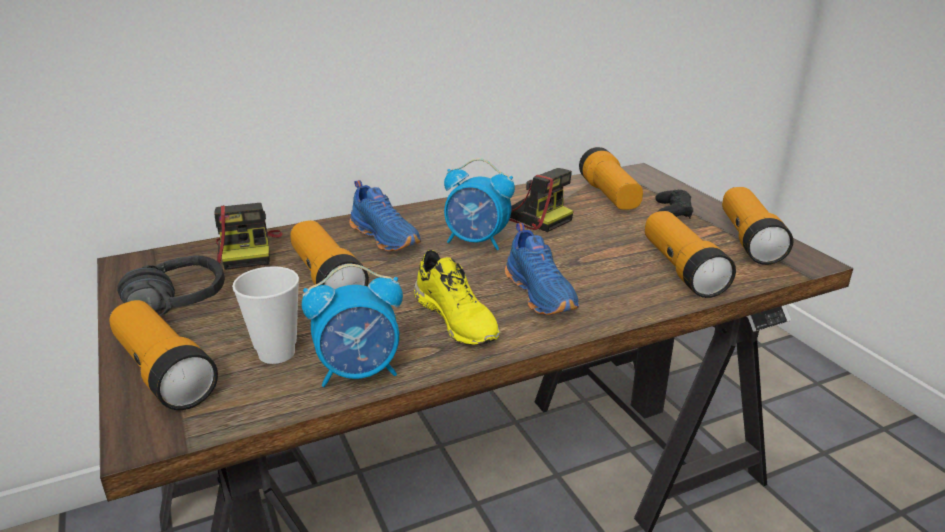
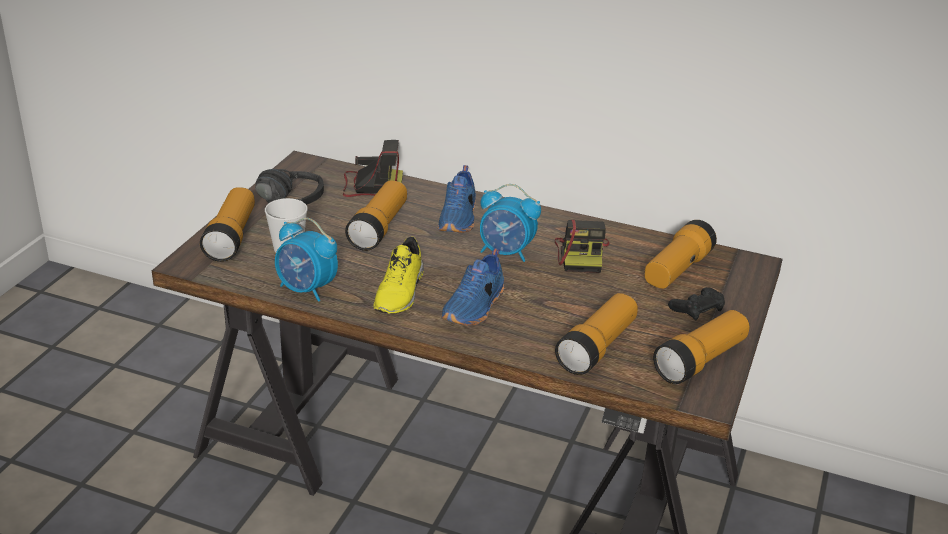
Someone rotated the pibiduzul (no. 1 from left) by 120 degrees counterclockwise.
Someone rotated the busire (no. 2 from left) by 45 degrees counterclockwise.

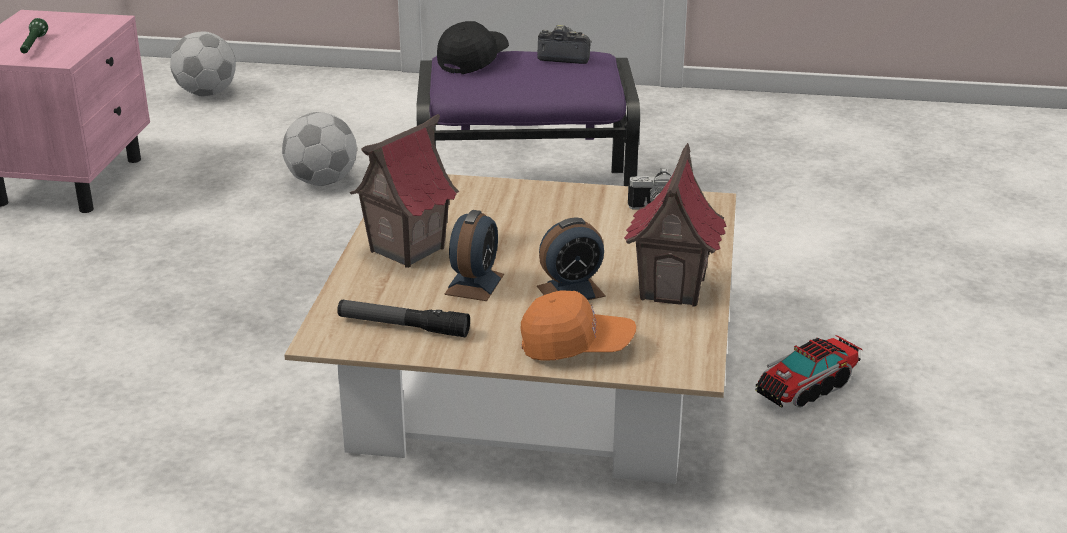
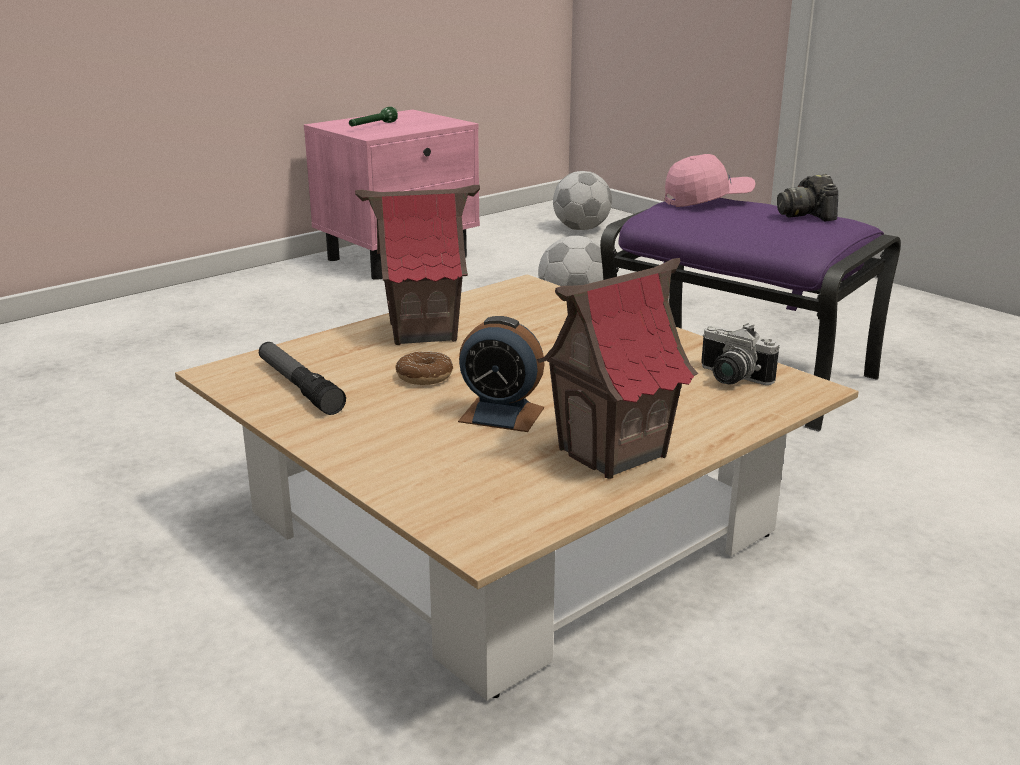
Someone repainted the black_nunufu, which became the pink_nunufu.
Someone swapped the busire (no. 1 from left) for the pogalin.
Someone took away the orange_nunufu.
Someone rotated the pibiduzul (no. 1 from left in the first image) by 150 degrees counterclockwise.
Someone took away the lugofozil.

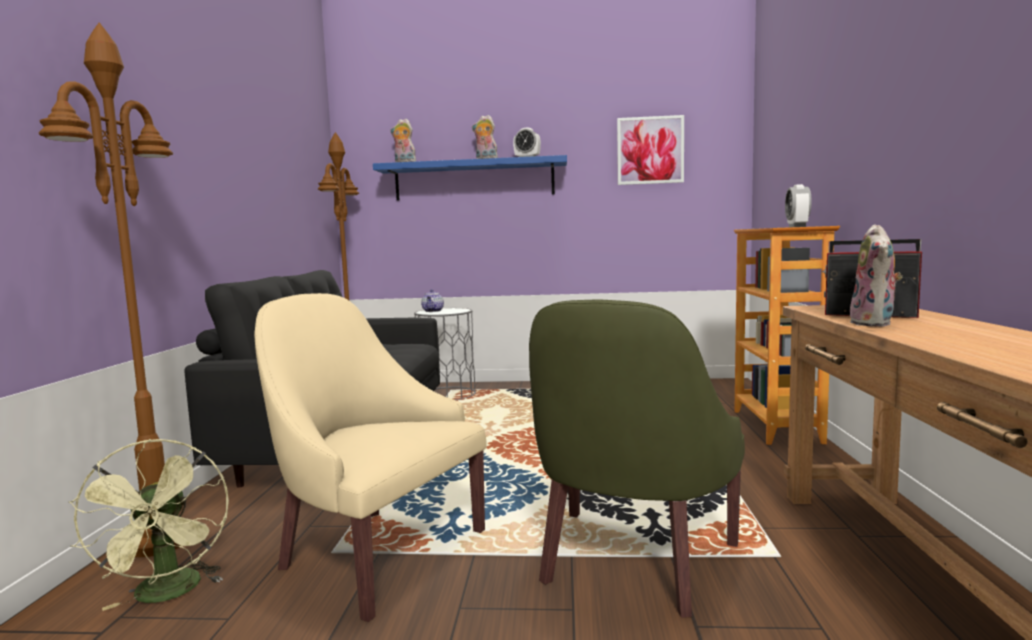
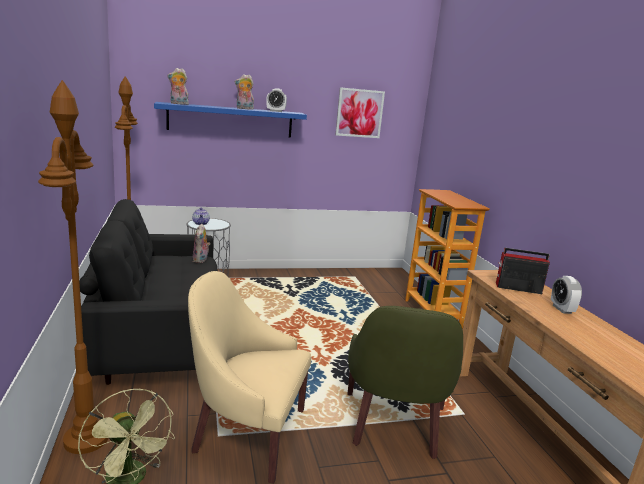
Someone carried the busire (no. 2 from left).
Someone carried the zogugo (no. 3 from left in the first image).

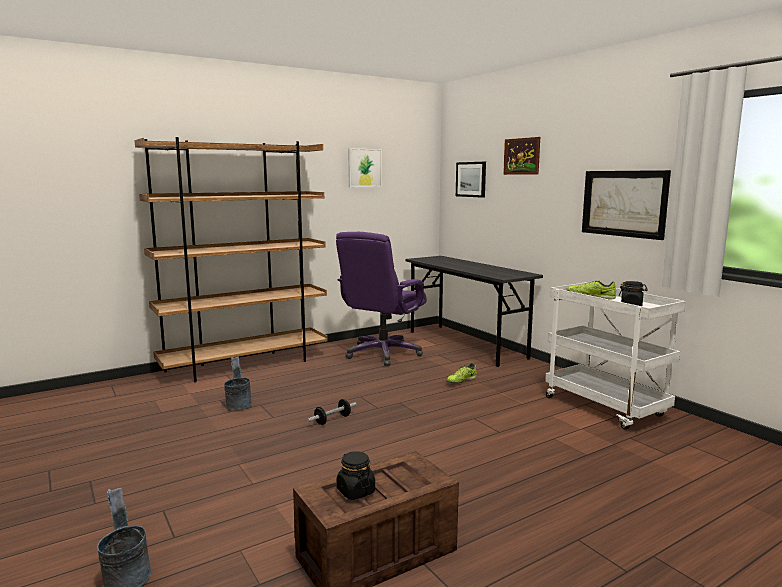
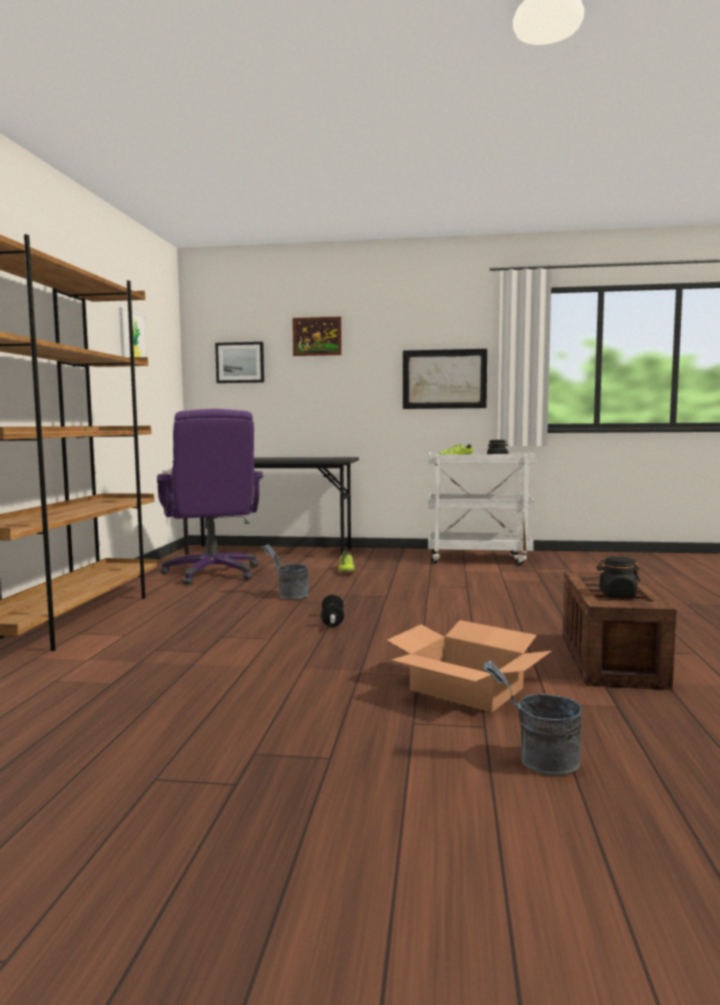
Someone carried the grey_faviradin (no. 2 from left in the first image).
Someone put down the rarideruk.

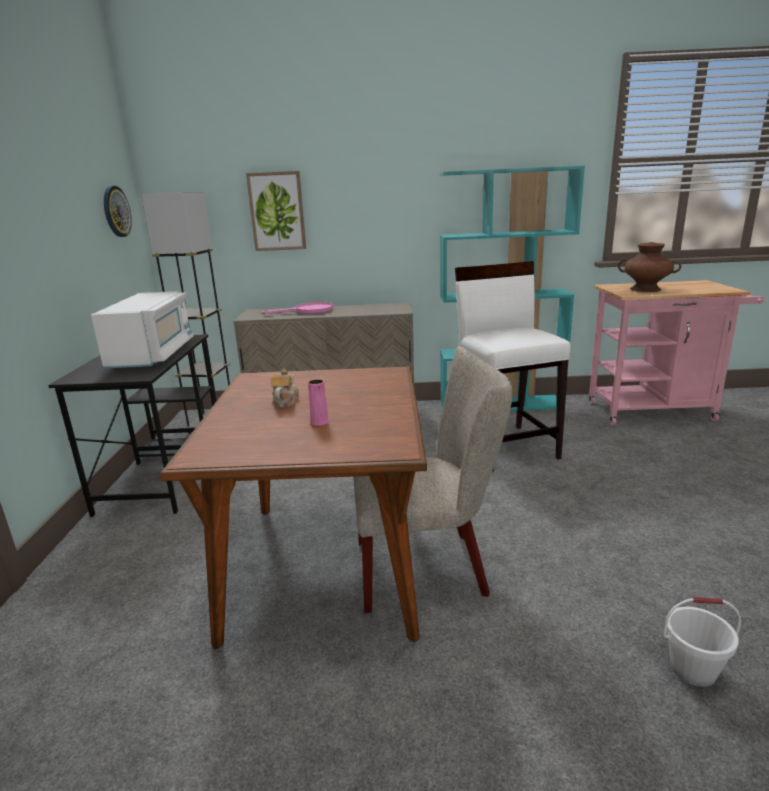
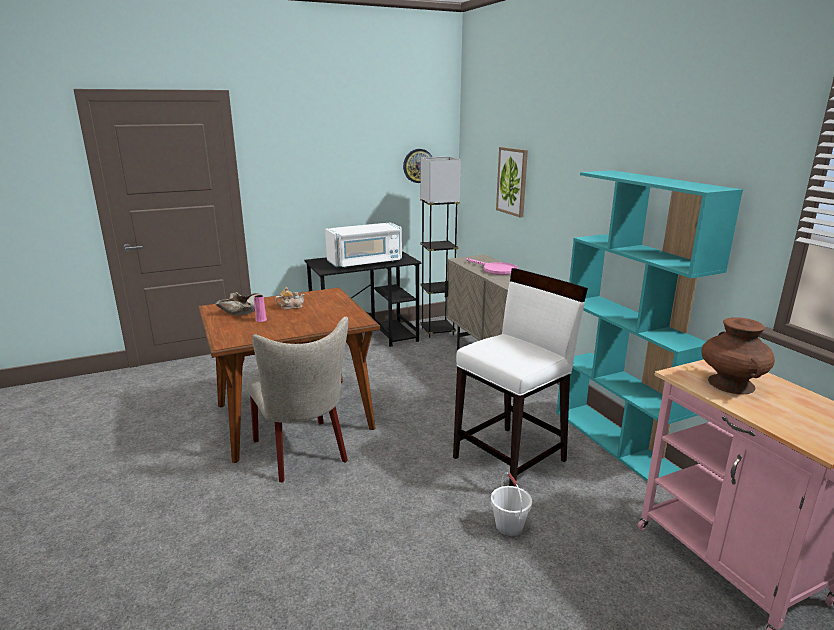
Someone carried the white_faviradin.
Someone put down the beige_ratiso.

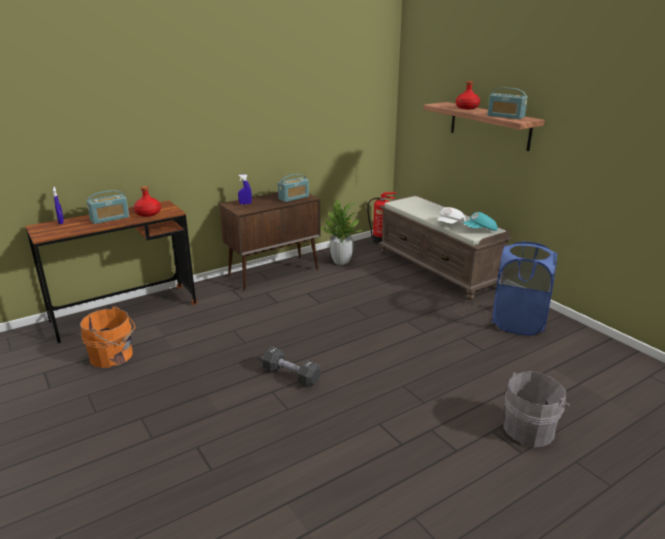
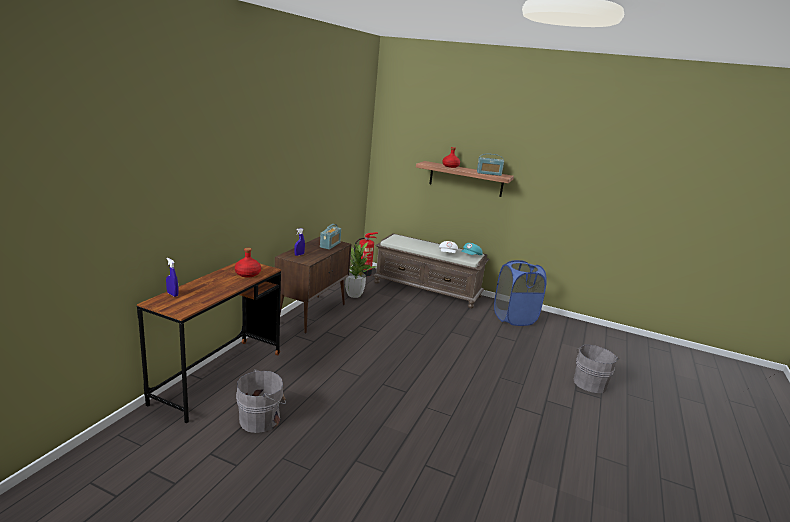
Someone repainted the orange_faviradin, which became the grey_faviradin (no. 1 from left).
Someone took away the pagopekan (no. 1 from left).
Someone took away the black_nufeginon.

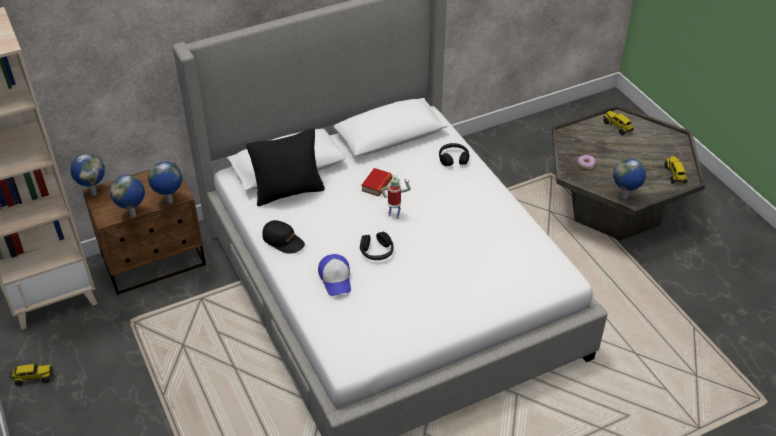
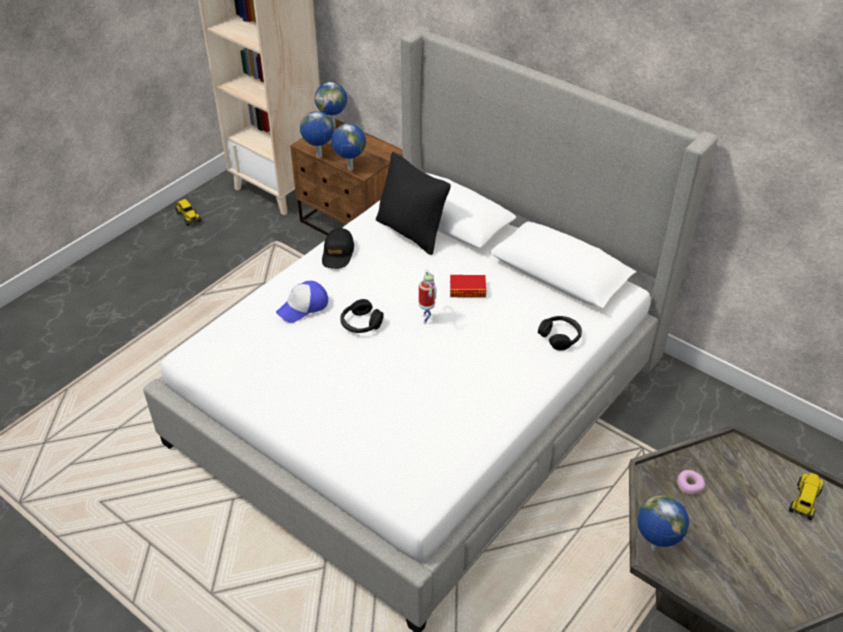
Someone took away the lugofozil (no. 3 from left).

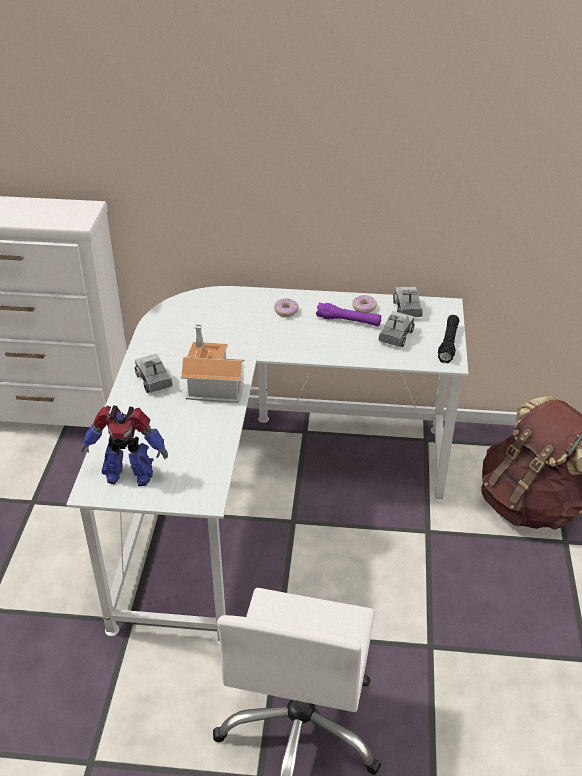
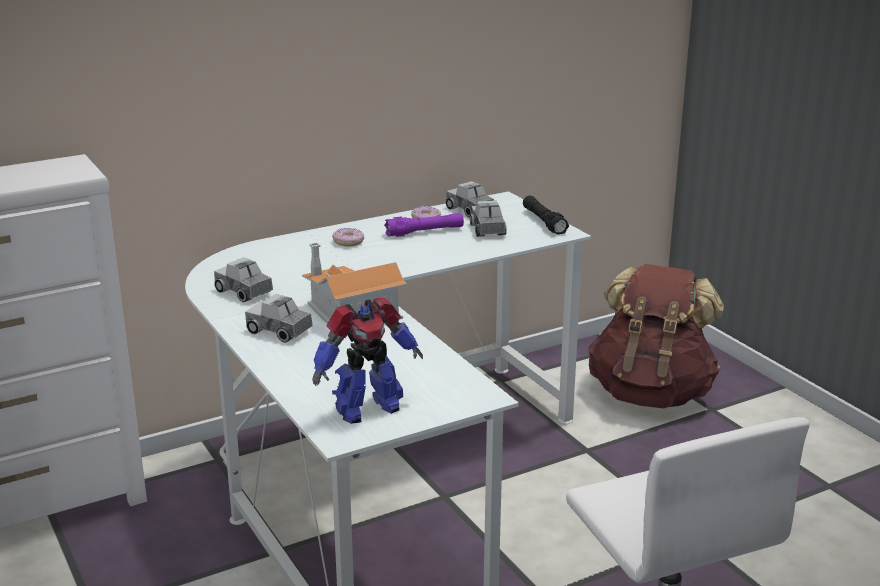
Someone put down the lugofozil (no. 1 from left).

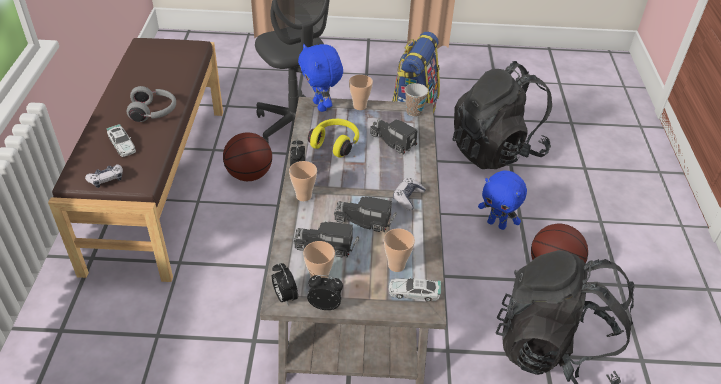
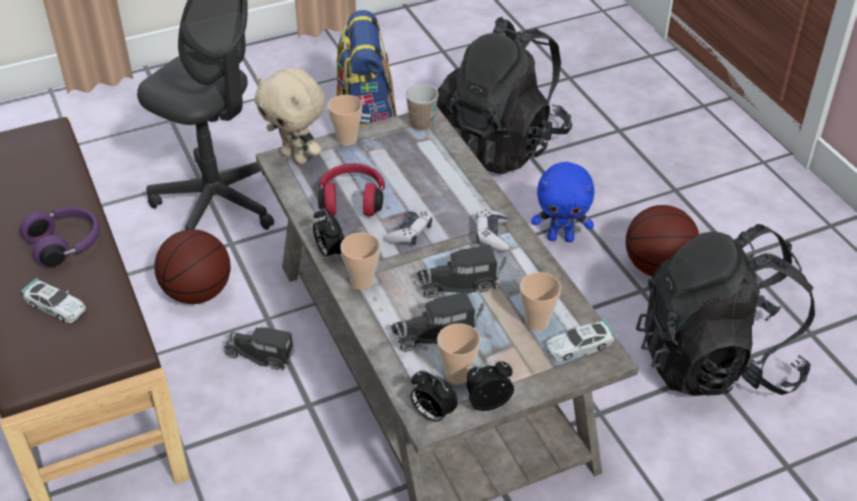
Someone carried the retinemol (no. 1 from left).
Someone repainted the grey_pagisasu, which became the purple_pagisasu.
Someone repainted the blue_zogugo (no. 1 from left), which became the beige_zogugo.
Someone repainted the yellow_pagisasu, which became the red_pagisasu.
Someone carried the lugofozil (no. 3 from left in the first image).

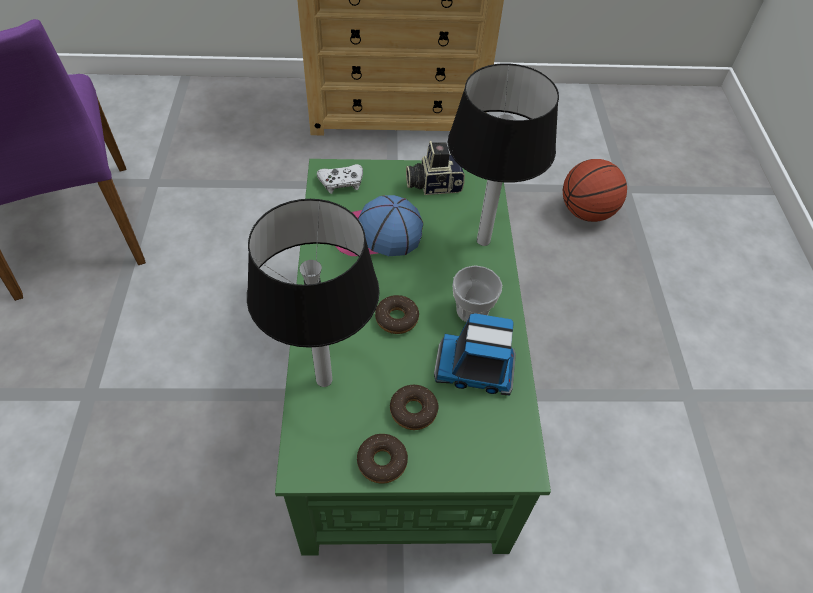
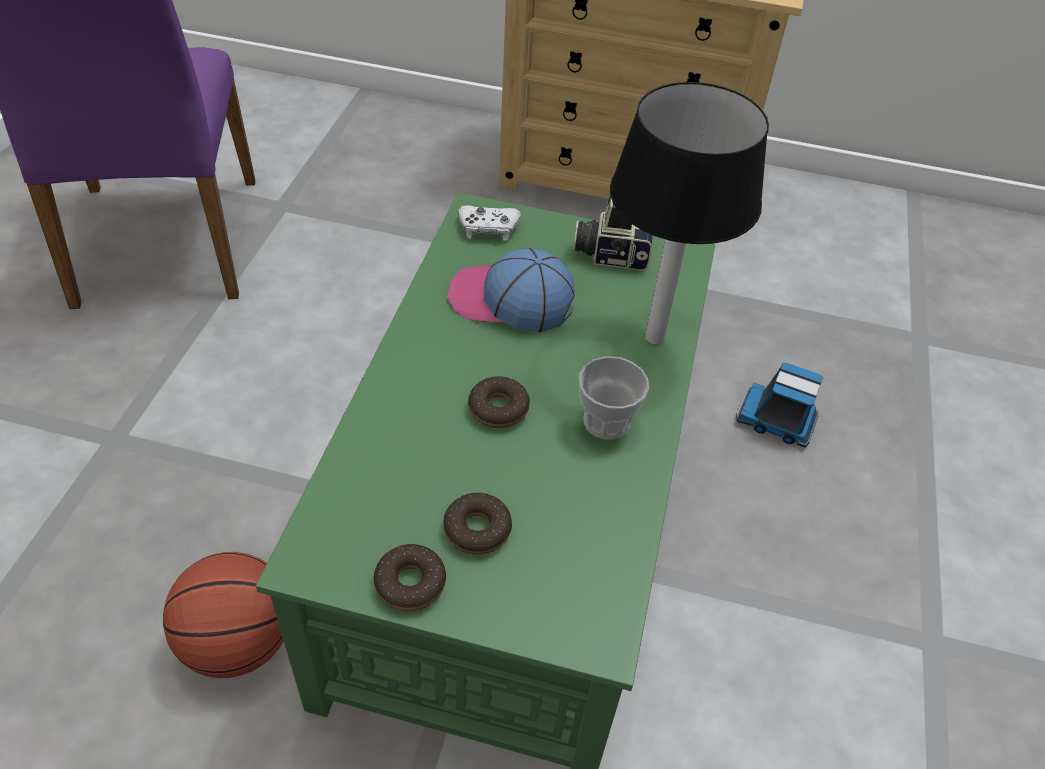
Someone took away the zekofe (no. 1 from left).
Someone carried the lugofozil.
Someone carried the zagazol.

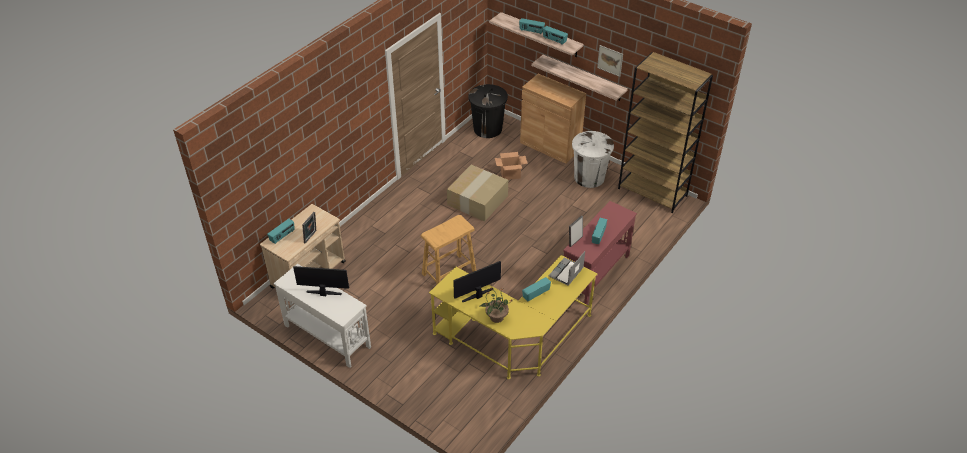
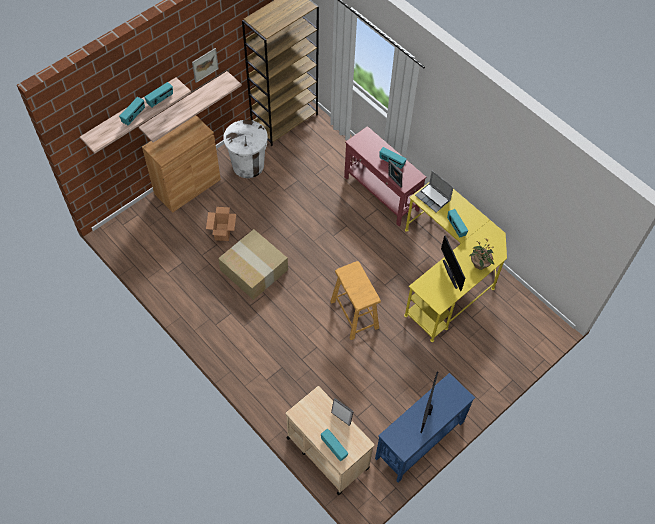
Someone repainted the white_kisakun, which became the blue_kisakun.
Someone took away the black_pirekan.

